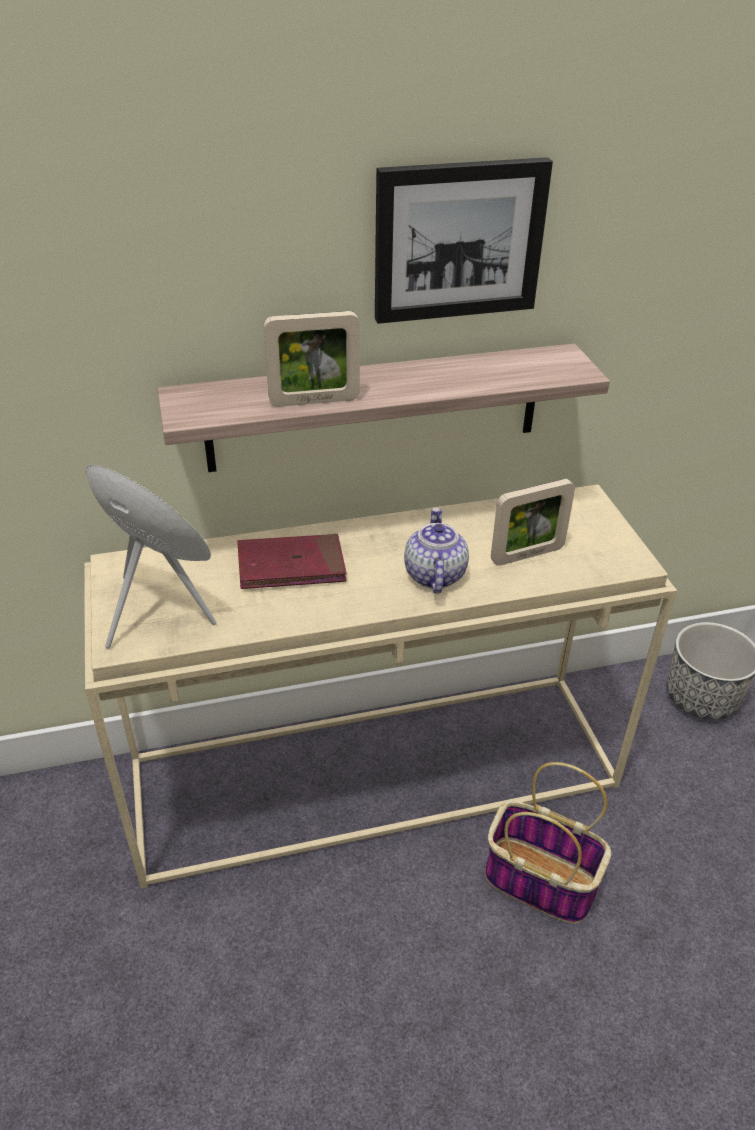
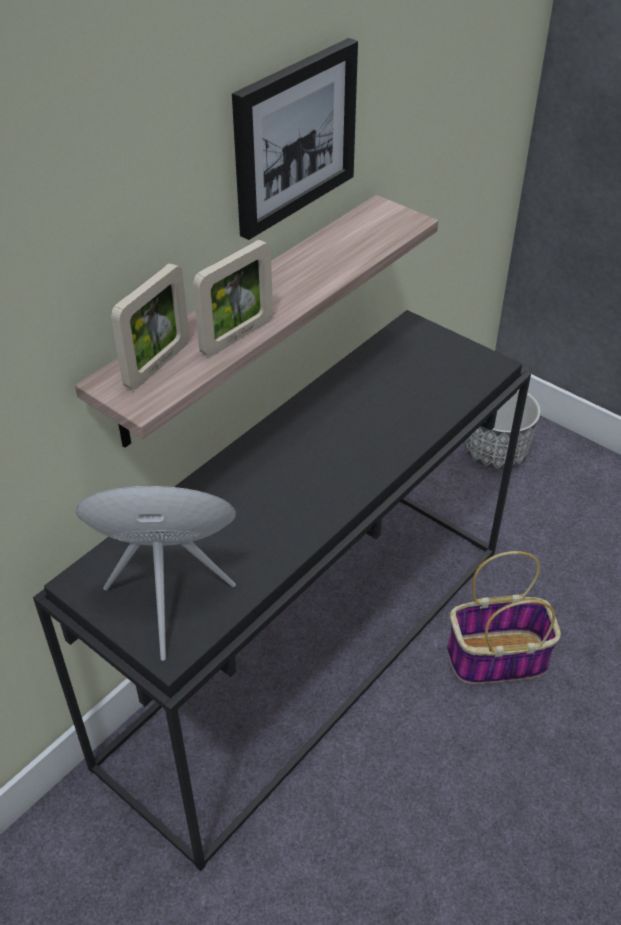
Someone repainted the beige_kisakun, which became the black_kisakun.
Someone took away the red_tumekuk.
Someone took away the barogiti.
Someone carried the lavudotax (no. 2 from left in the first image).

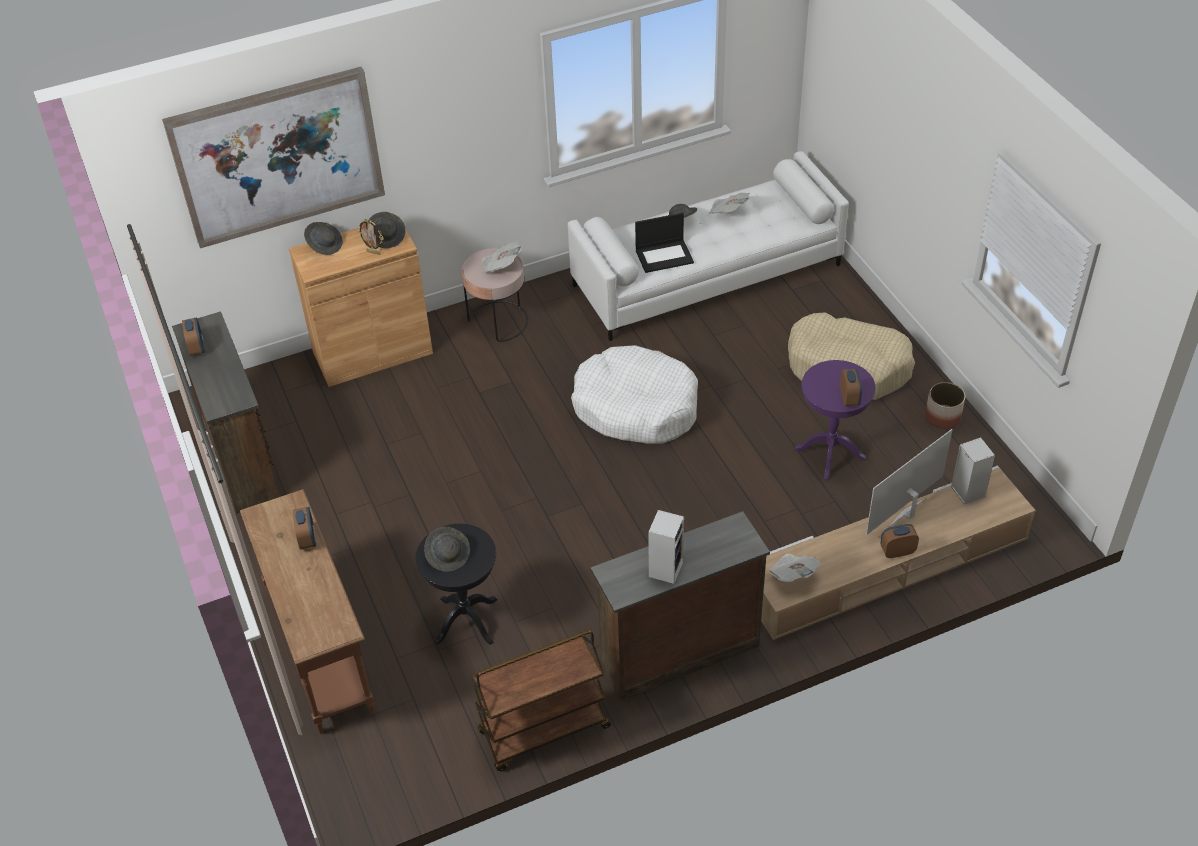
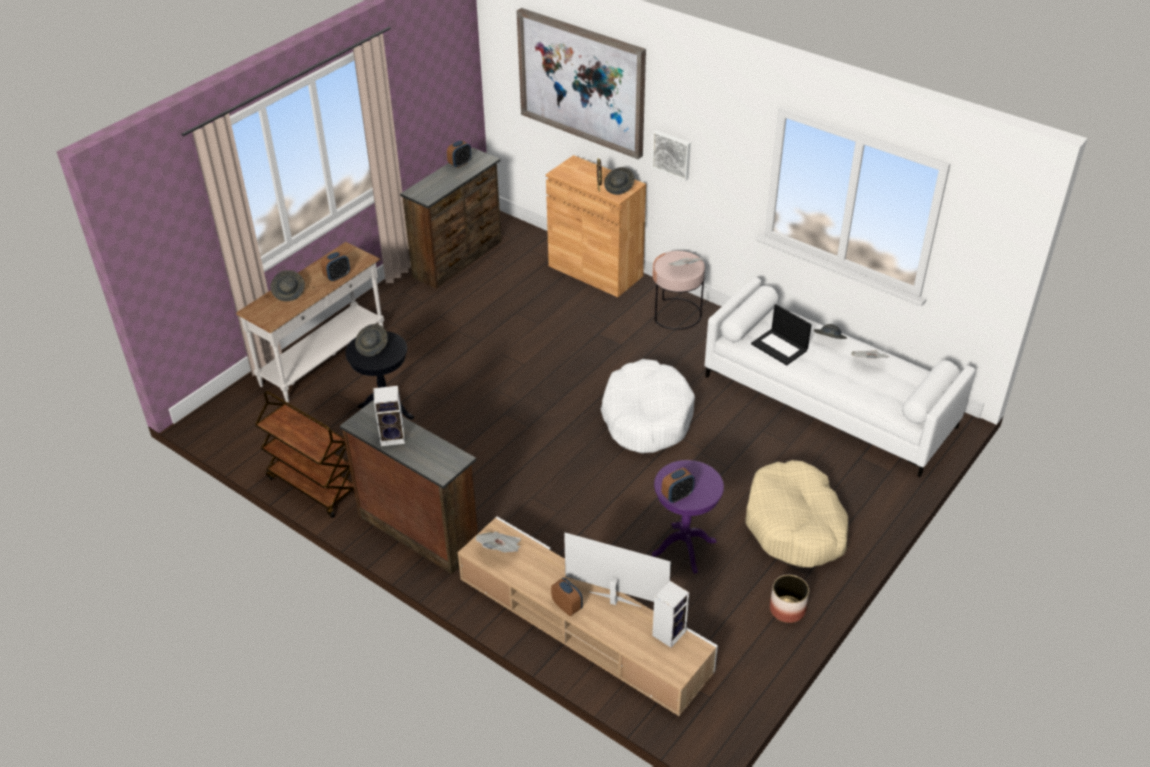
Someone repainted the brown_kisakun, which became the white_kisakun.
Someone carried the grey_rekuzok (no. 1 from left).
Someone put up the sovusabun (no. 2 from left).

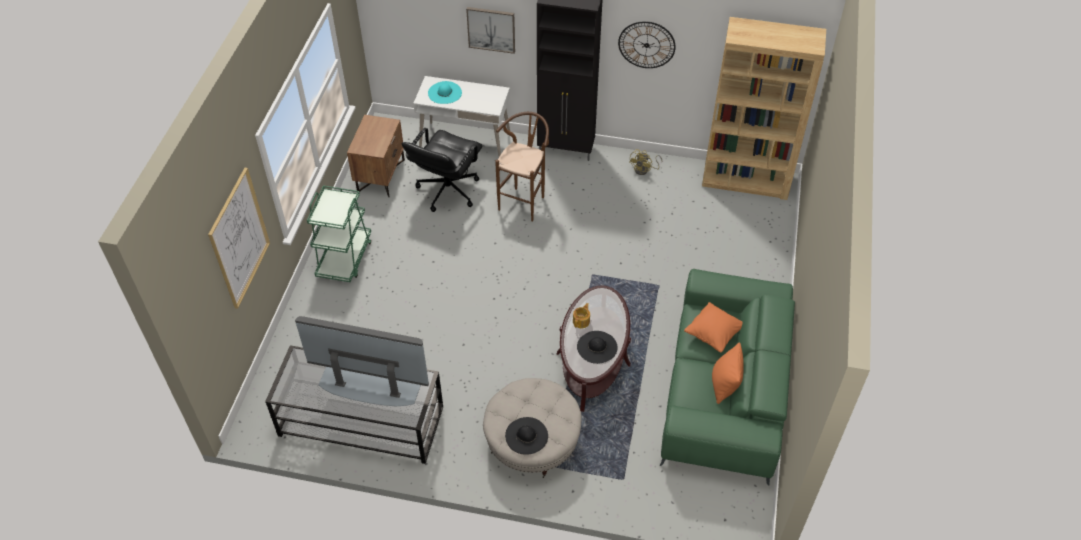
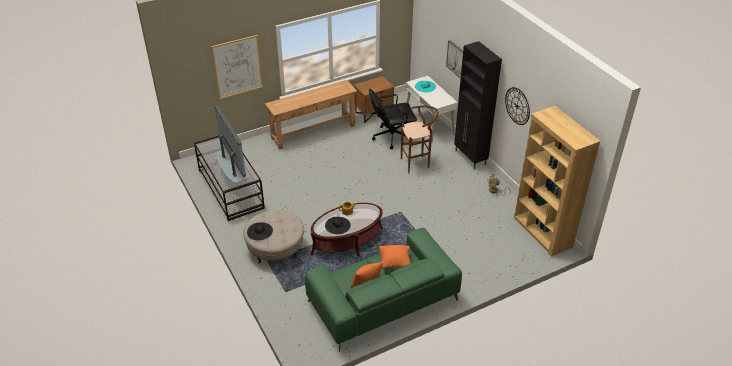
Someone swapped the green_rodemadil for the brown_kisakun.

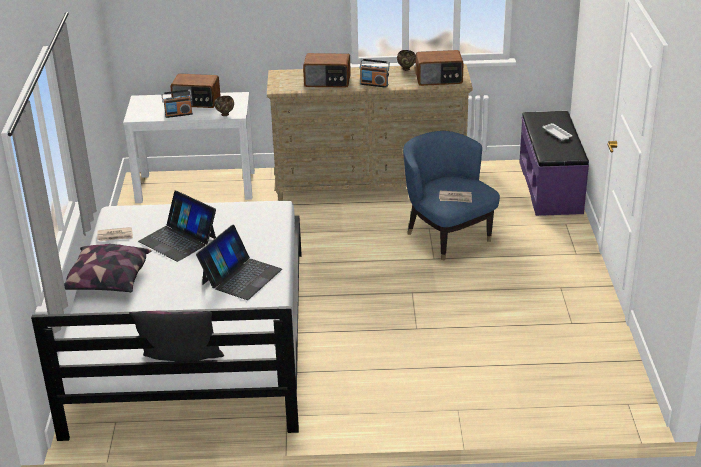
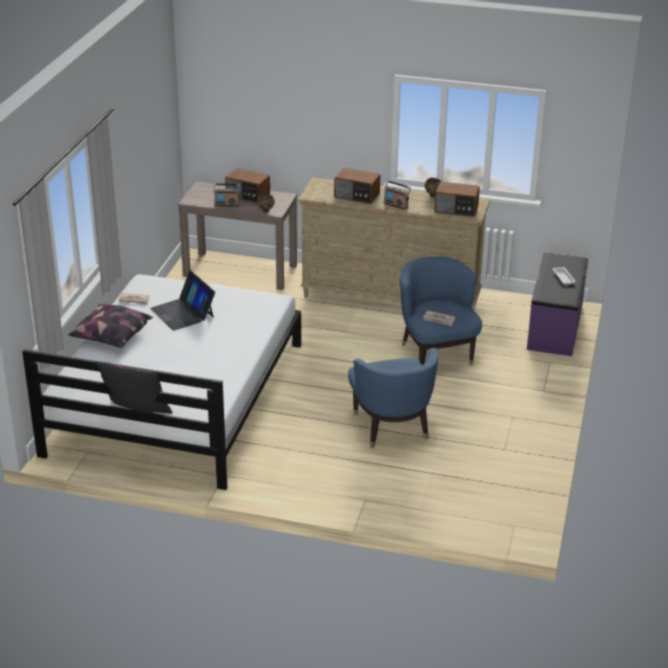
Someone repainted the white_kisakun, which became the brown_kisakun.
Someone took away the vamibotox (no. 2 from left).
Someone put down the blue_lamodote (no. 1 from left).

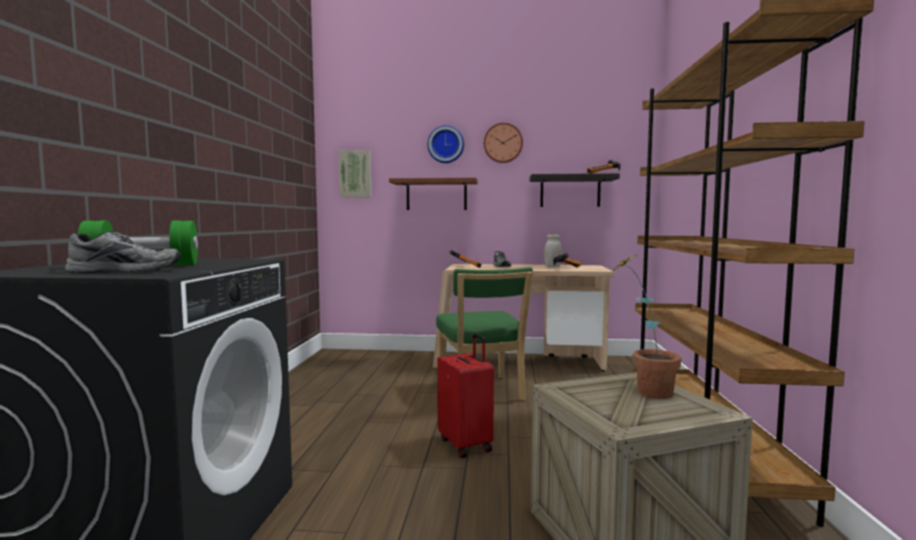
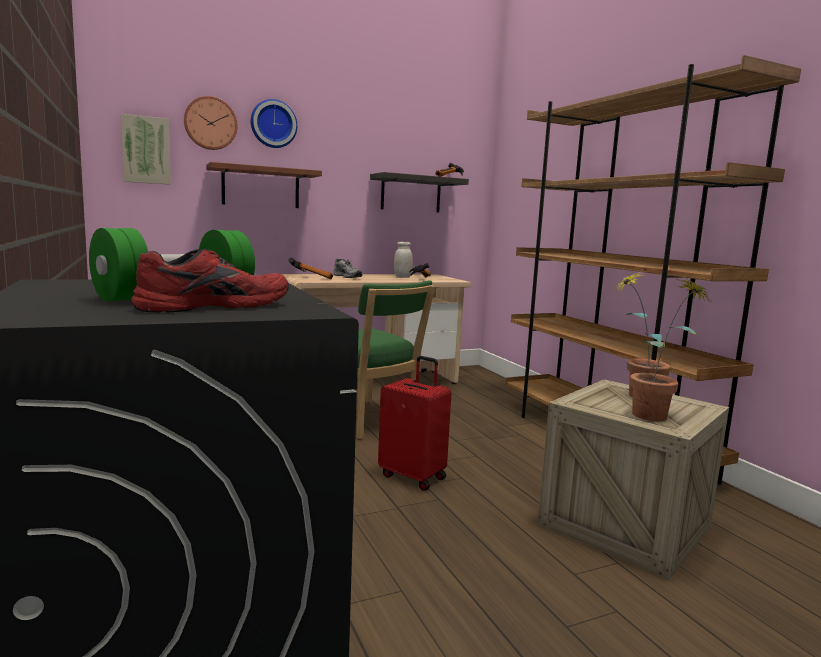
Someone repainted the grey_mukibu (no. 1 from left), which became the red_mukibu.
Someone carried the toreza (no. 2 from left in the first image).
Someone put down the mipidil (no. 2 from left).

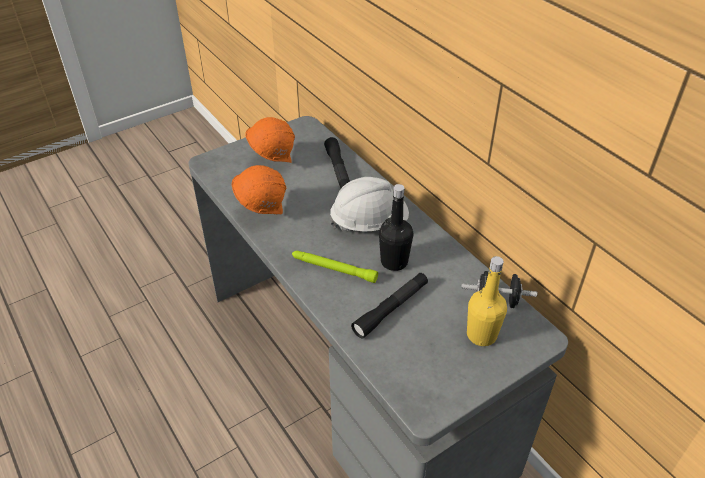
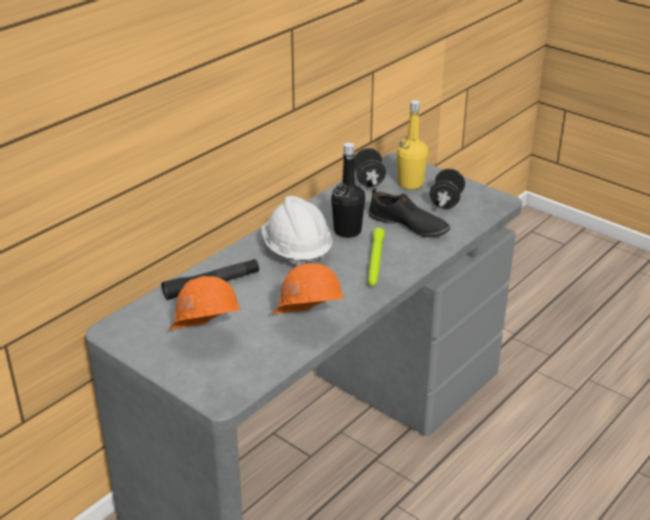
Someone swapped the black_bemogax (no. 2 from left) for the black_mukibu.
Someone put down the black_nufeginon (no. 2 from left).

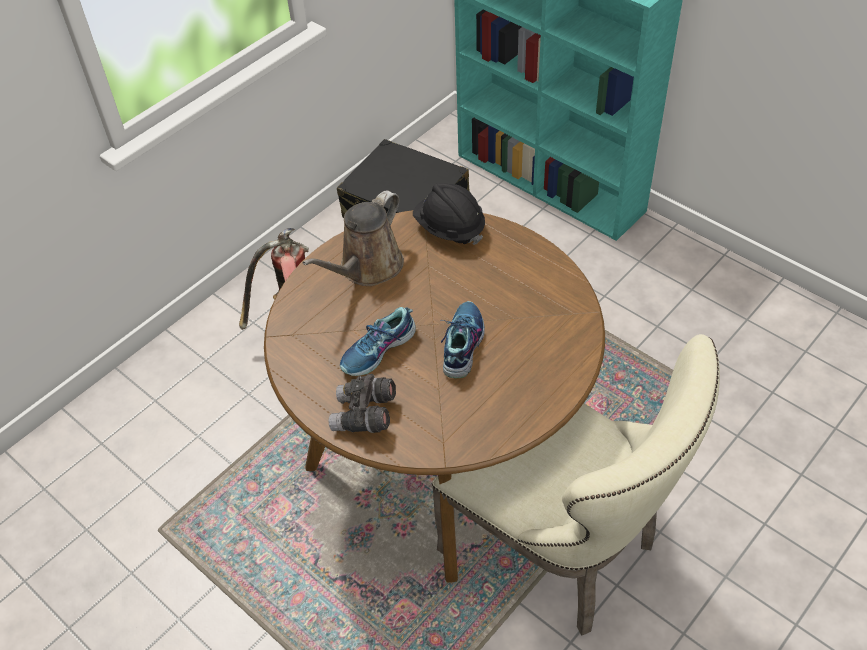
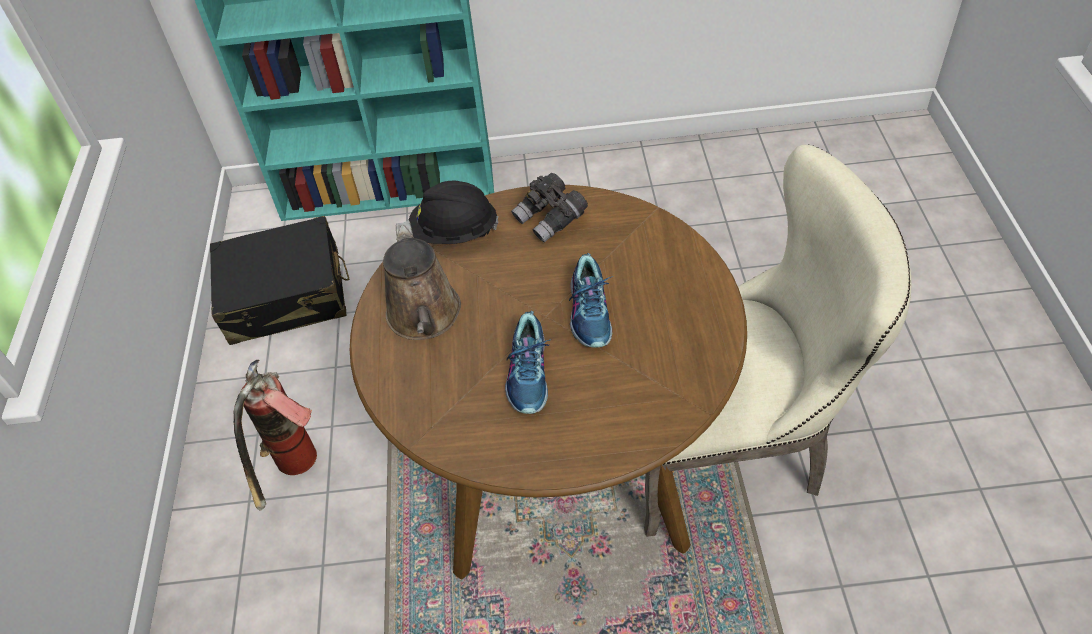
Someone carried the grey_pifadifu.
Someone rotated the mukibu (no. 2 from left) by 150 degrees counterclockwise.

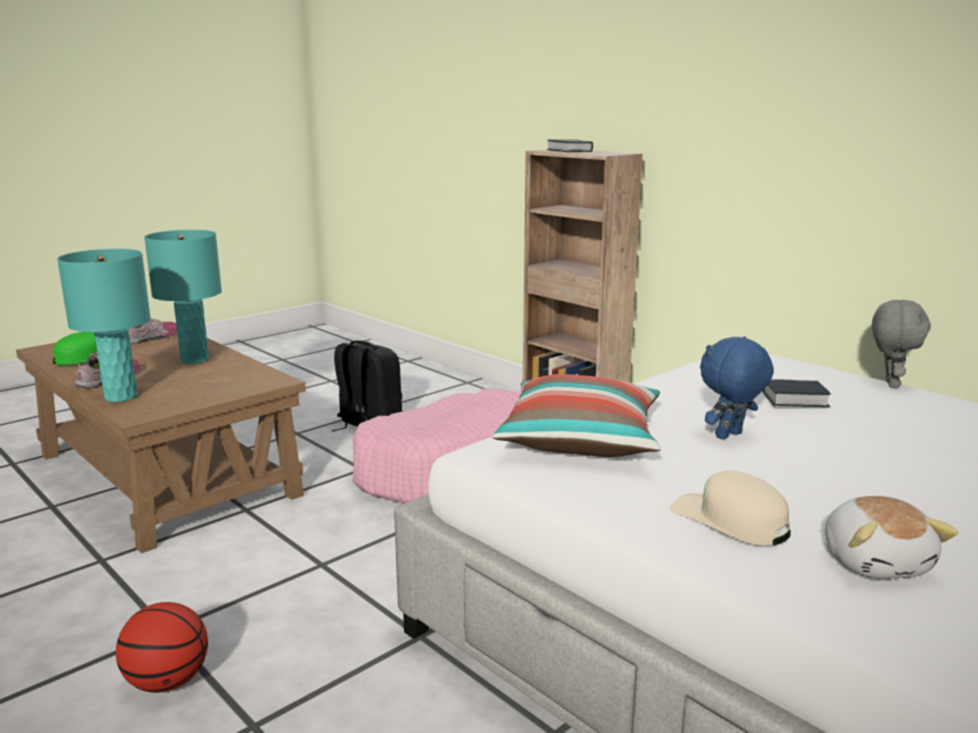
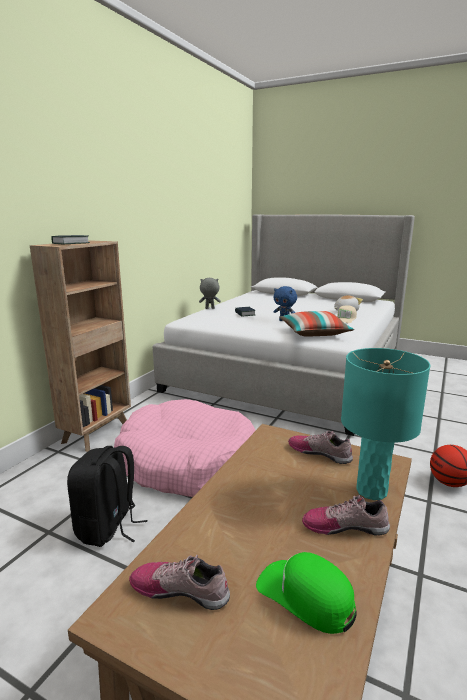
Someone took away the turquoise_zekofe (no. 2 from left).
Someone put down the mukibu (no. 2 from left).

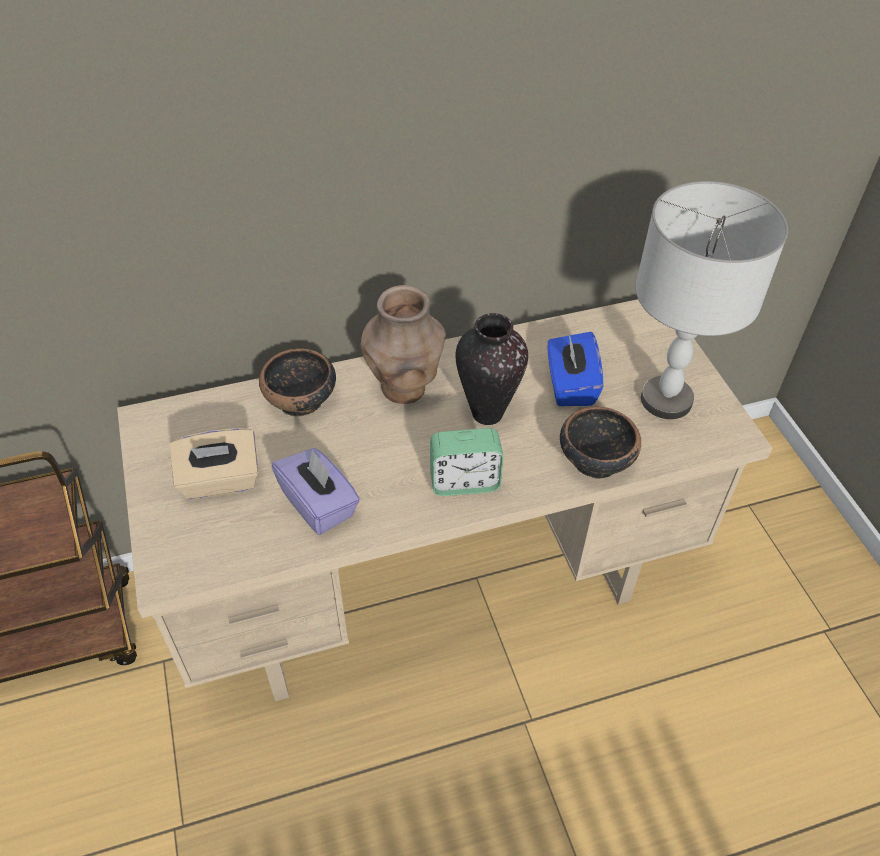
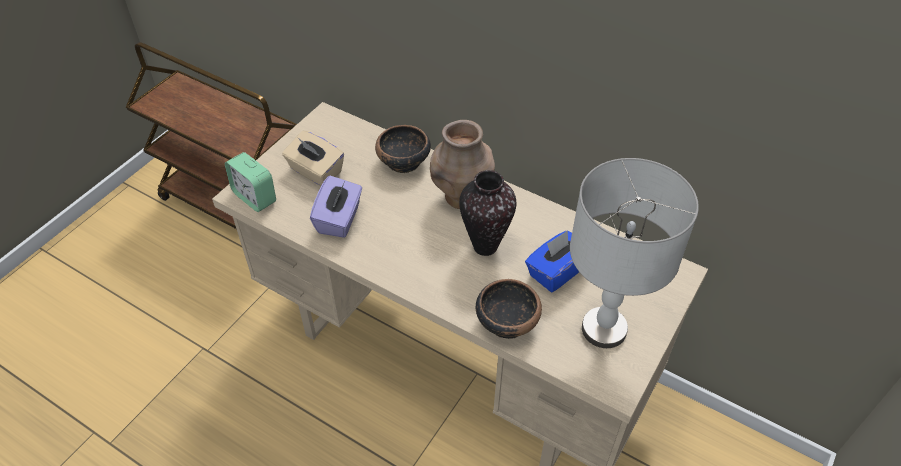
Someone carried the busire.

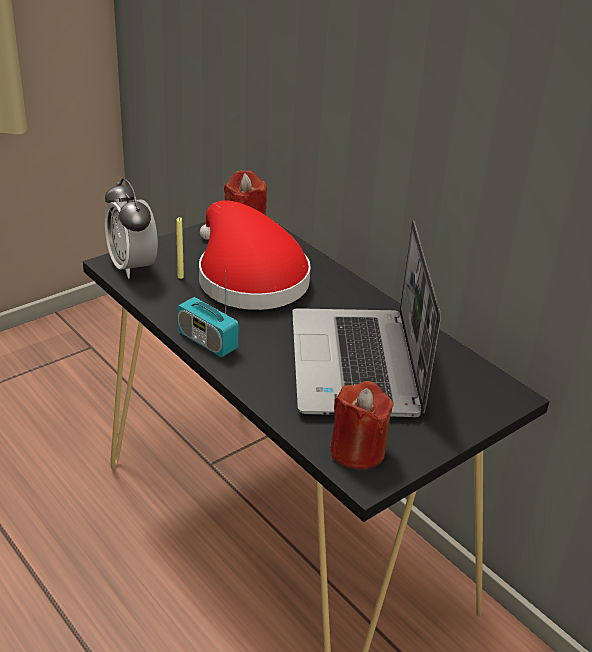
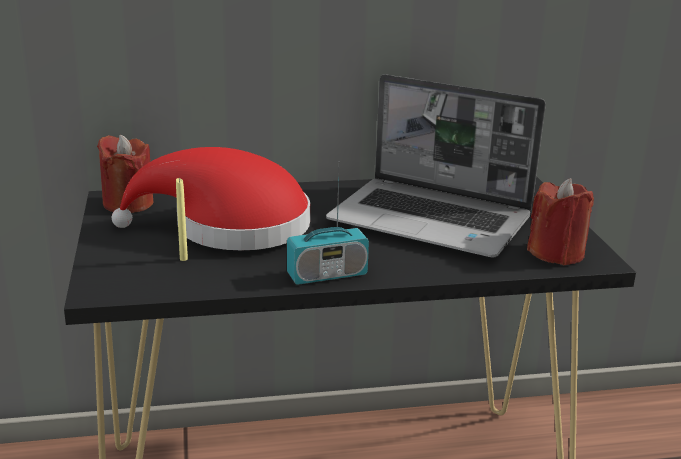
Someone took away the busire.

